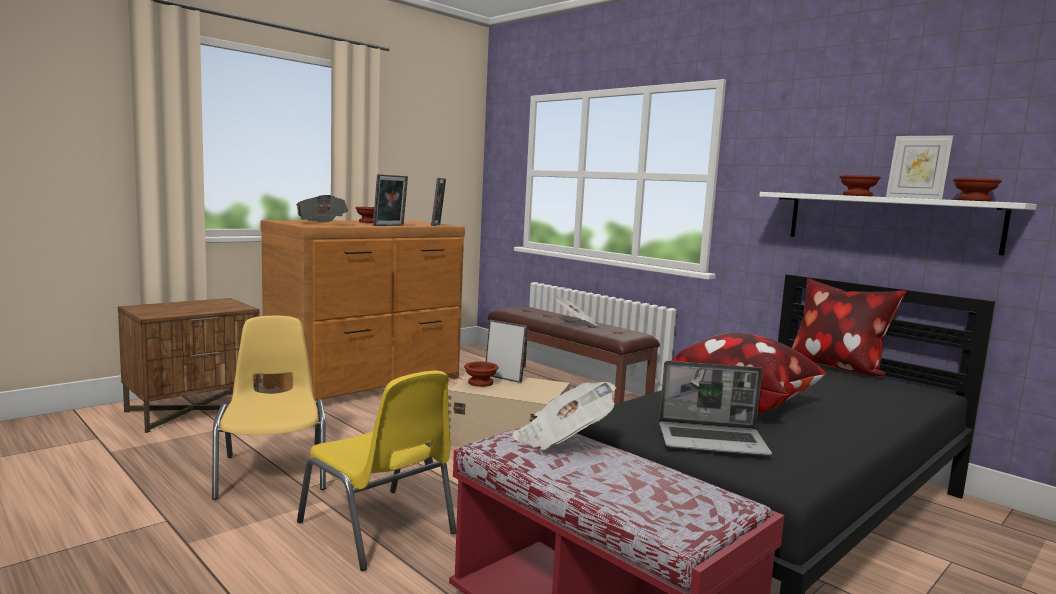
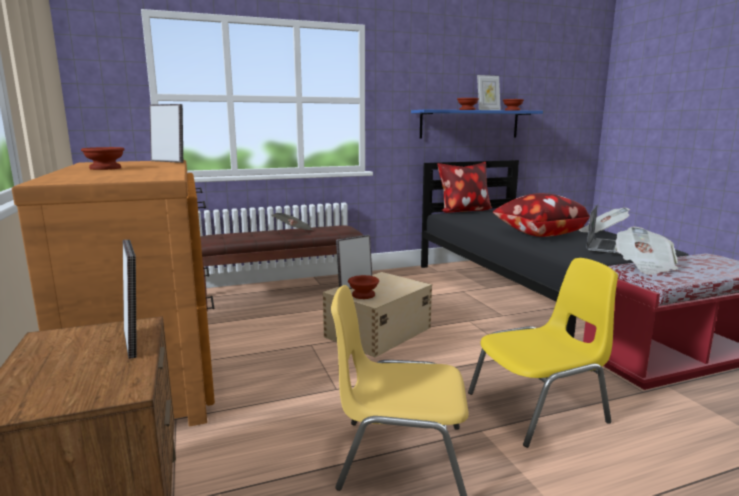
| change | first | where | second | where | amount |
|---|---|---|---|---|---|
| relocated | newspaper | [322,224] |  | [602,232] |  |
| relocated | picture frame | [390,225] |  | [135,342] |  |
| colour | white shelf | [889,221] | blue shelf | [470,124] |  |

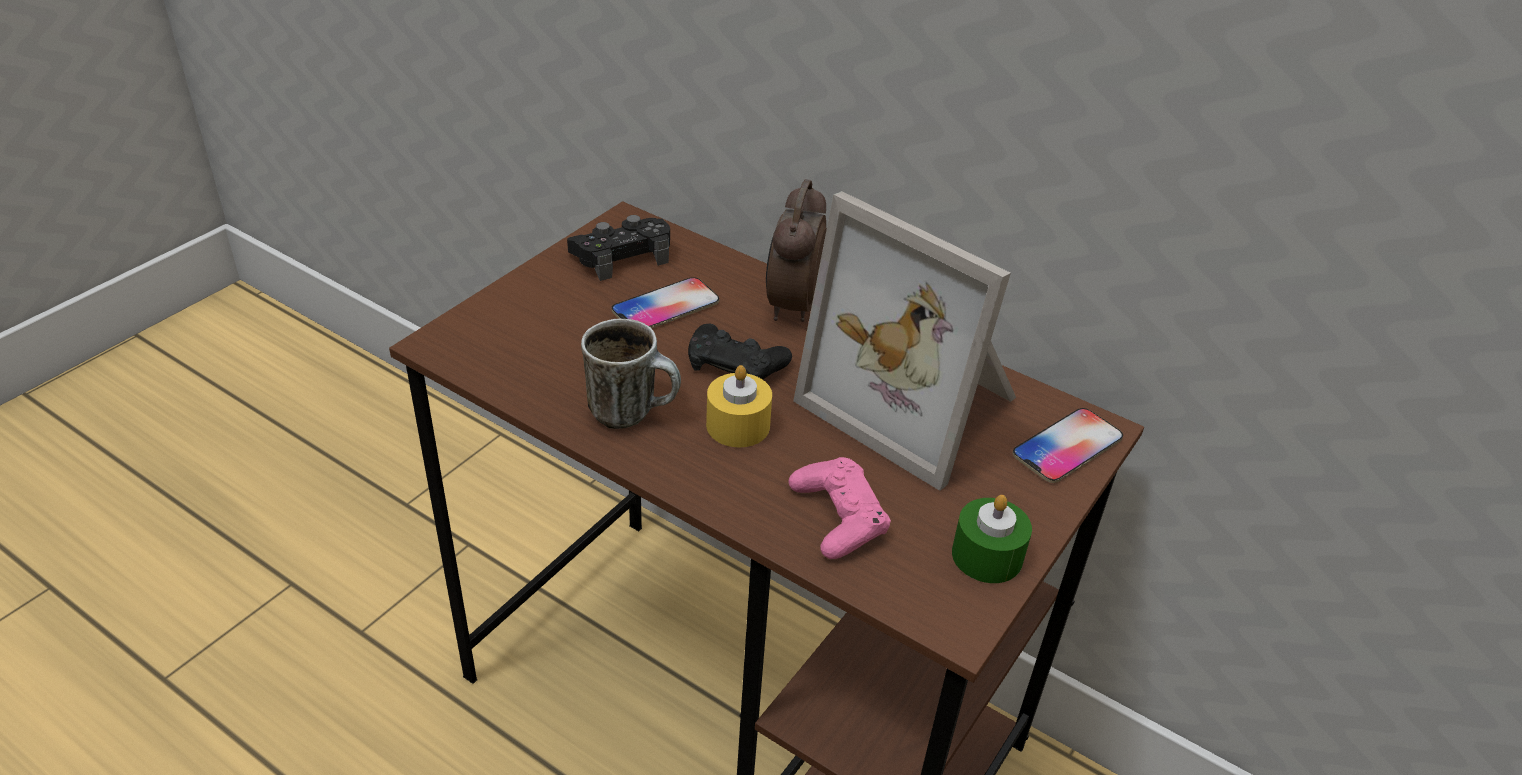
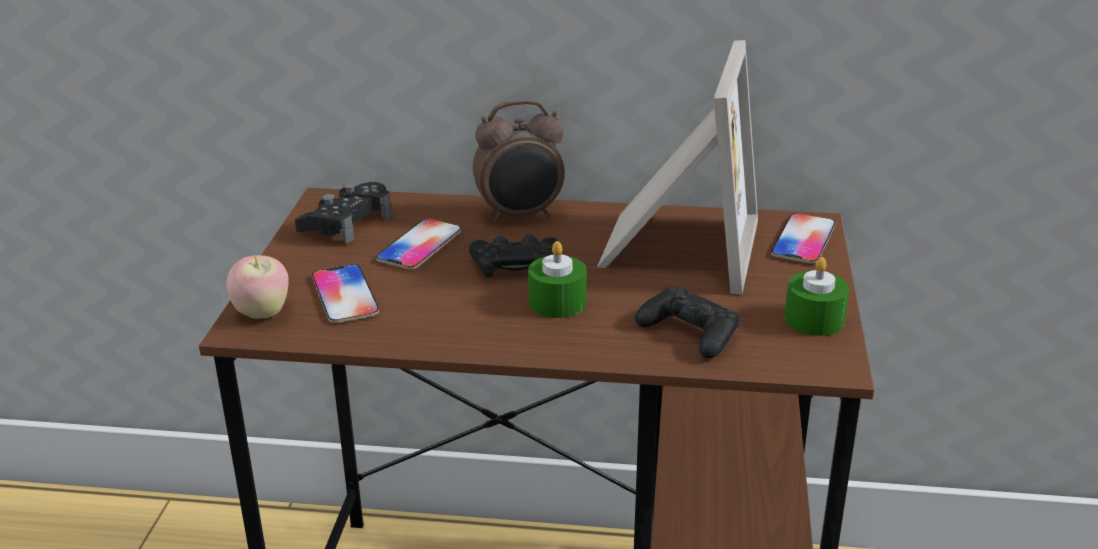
| change | first | where | second | where | amount |
|---|---|---|---|---|---|
| missing | mug | [633,412] |  |  |  |
| appeared |  |  | apple | [262,313] |  |
| appeared |  |  | phone | [345,295] |  |
| colour | yellow candle | [738,425] | green candle | [557,302] |  |
| colour | pink game controller | [838,516] | black game controller | [689,332] |  |
| spun | alarm clock | [791,306] |  | [520,216] | 90 degrees counterclockwise |
| spun | picture frame | [916,403] |  | [675,247] | 90 degrees counterclockwise |

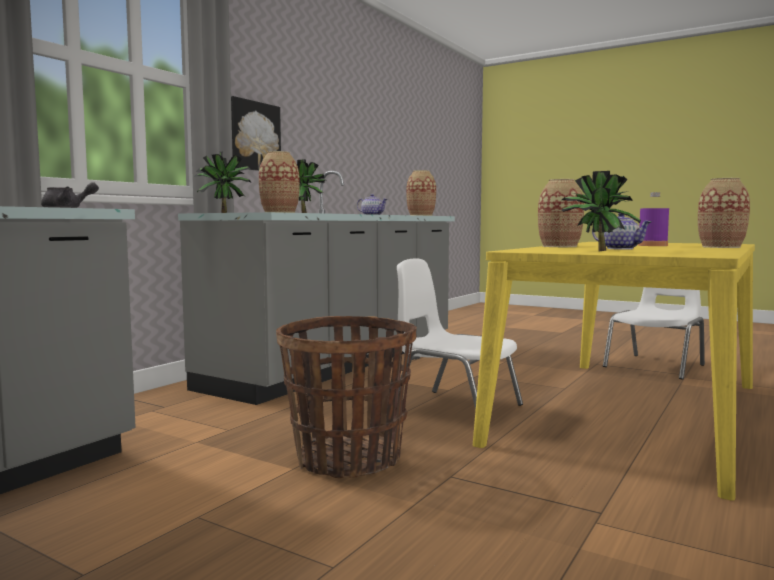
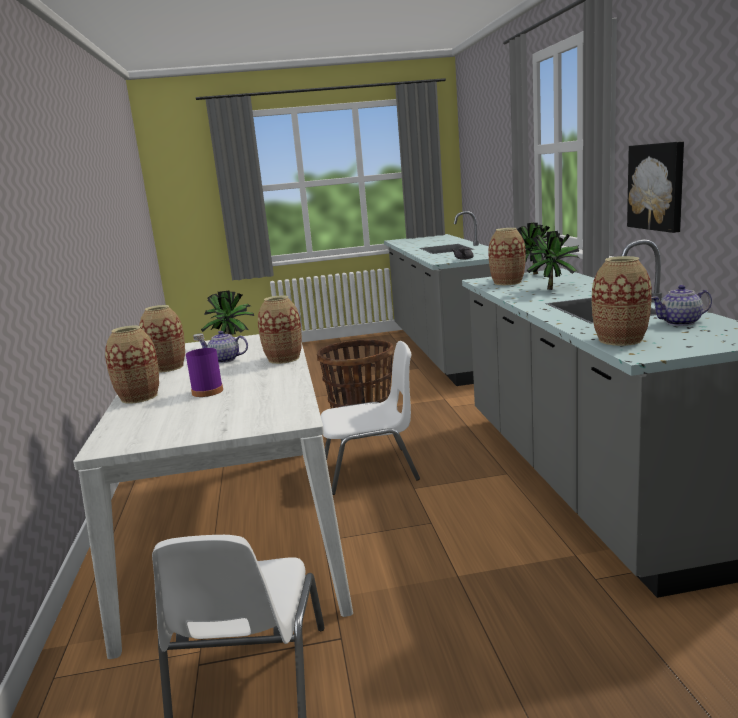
| change | first | where | second | where | amount |
|---|---|---|---|---|---|
| appeared |  |  | vase | [167,367] |  |
| colour | yellow dining table | [633,412] | white dining table | [239,527] |  |

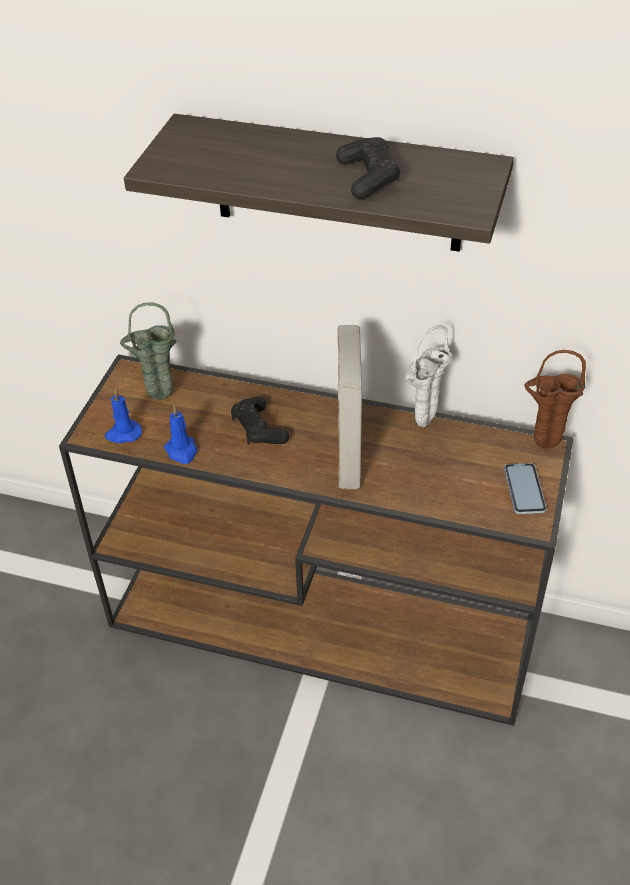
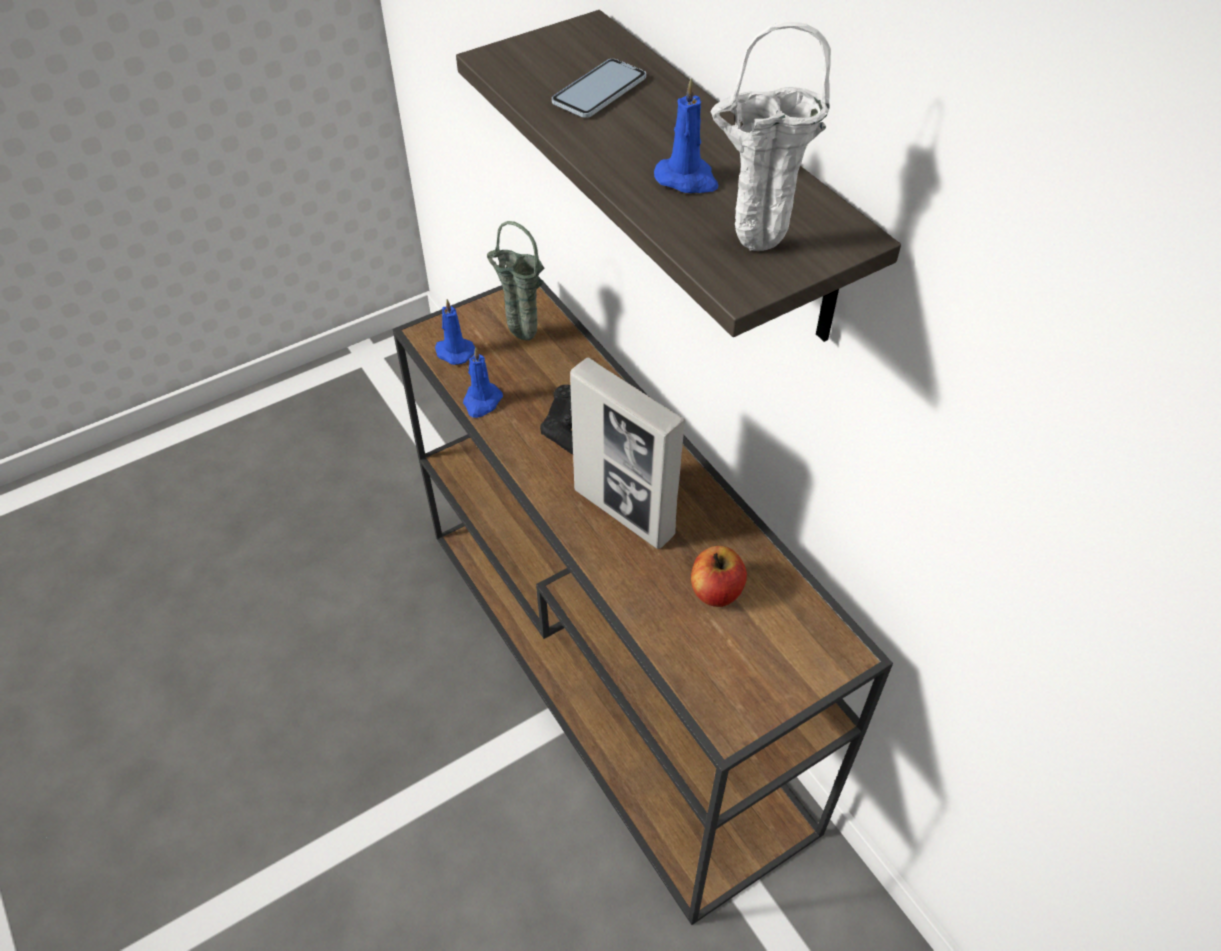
| change | first | where | second | where | amount |
|---|---|---|---|---|---|
| missing | brown vase | [543,447] |  |  |  |
| appeared |  |  | apple | [716,591] |  |
| relocated | white vase | [423,425] |  | [752,248] |  |
| relocated | phone | [524,489] |  | [599,91] |  |
| exchanged | black game controller | [368,178] | blue candle | [687,179] |  |
| spun | picture frame | [348,456] |  | [624,512] | 90 degrees clockwise |

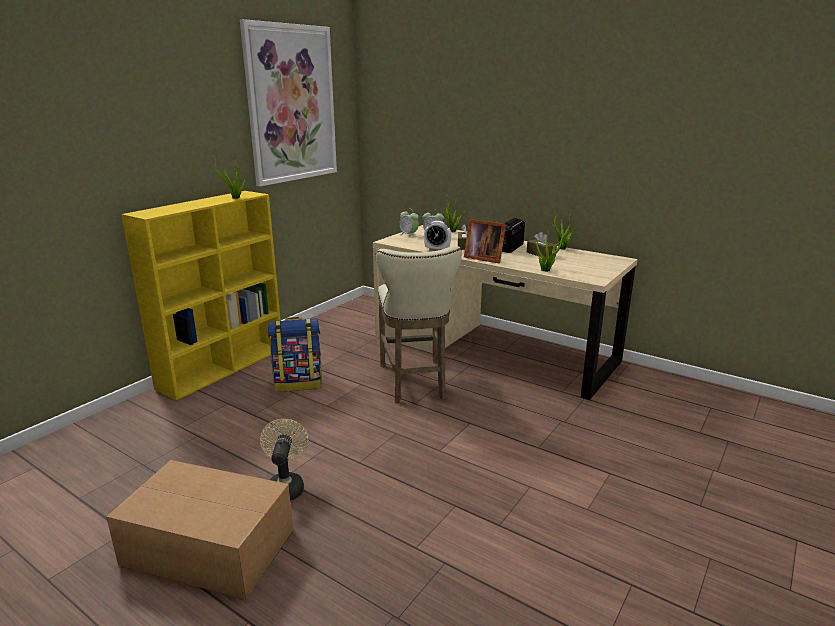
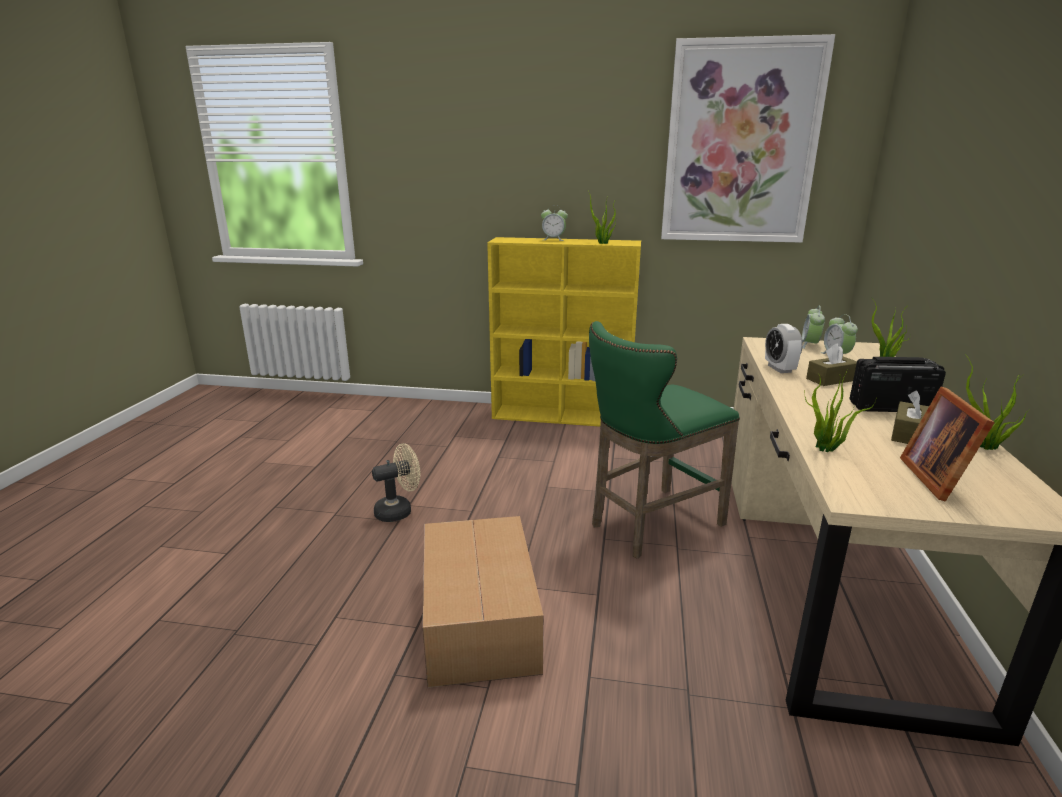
| change | first | where | second | where | amount |
|---|---|---|---|---|---|
| missing | backpack | [299,383] |  |  |  |
| appeared |  |  | alarm clock | [553,239] |  |
| relocated | cardboard box | [207,546] |  | [480,617] |  |
| relocated | picture frame | [483,258] |  | [938,478] |  |
| colour | beige stool | [414,383] | green stool | [649,525] |  |

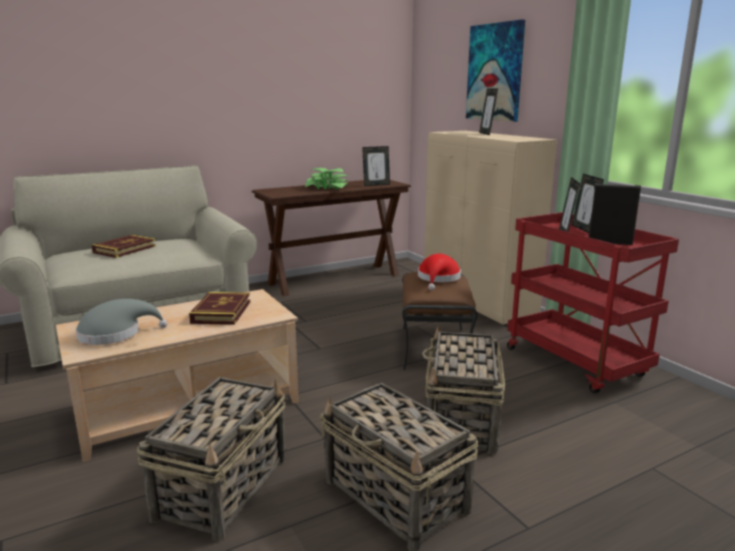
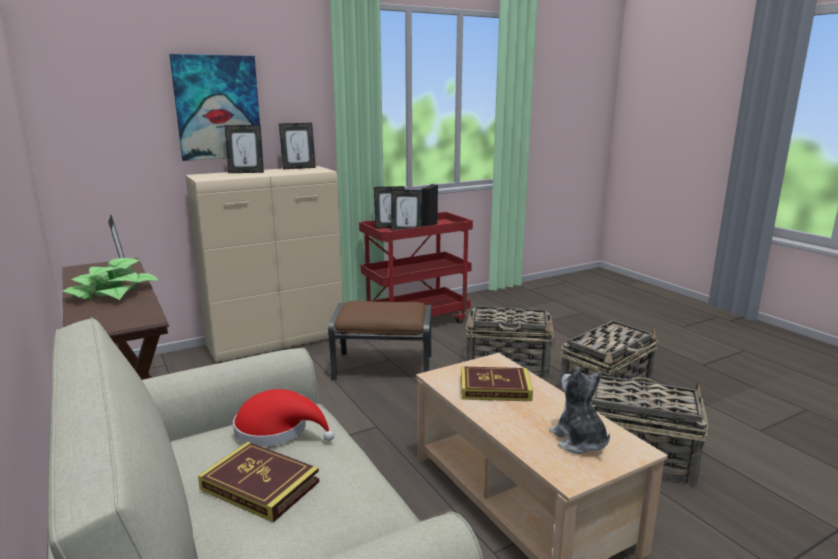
| change | first | where | second | where | amount |
|---|---|---|---|---|---|
| appeared |  |  | picture frame | [298,168] |  |
| relocated | red hat | [438,279] |  | [277,430] |  |
| exchanged | grey hat | [115,334] | plush toy | [579,441] |  |

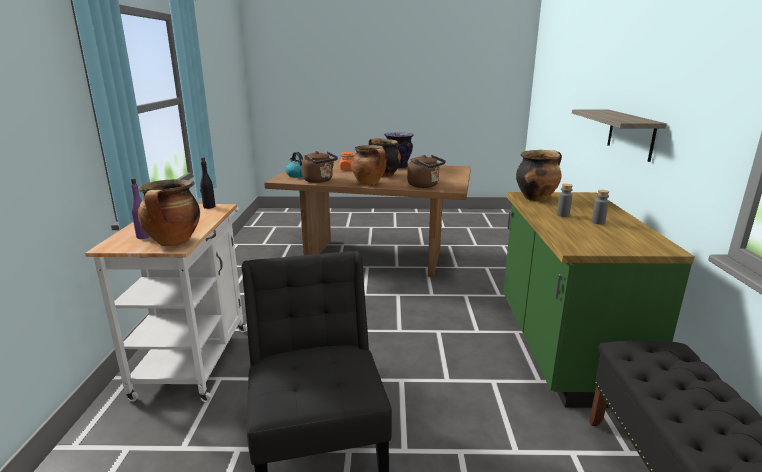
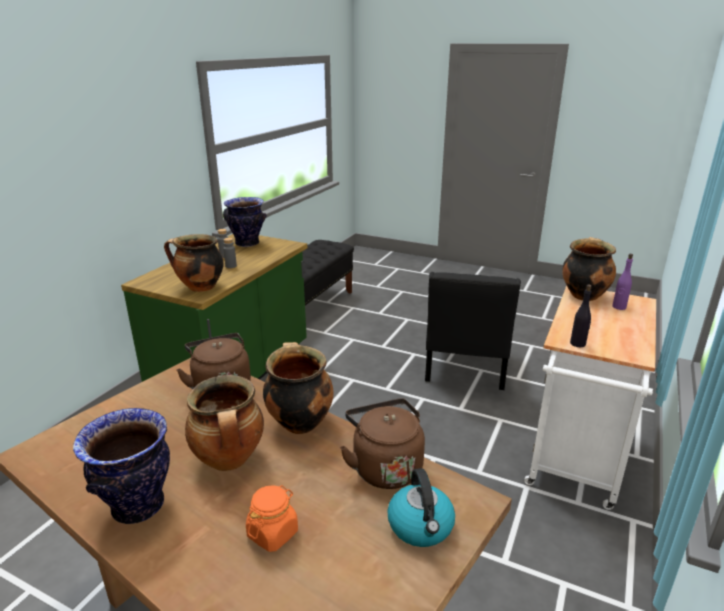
| change | first | where | second | where | amount |
|---|---|---|---|---|---|
| missing | shelf | [630,134] |  |  |  |
| appeared |  |  | vase | [247,244] |  |

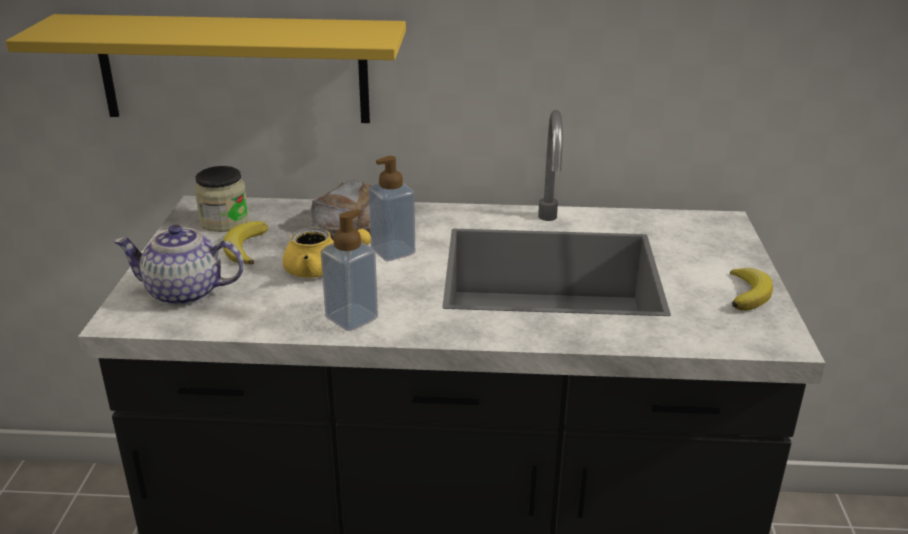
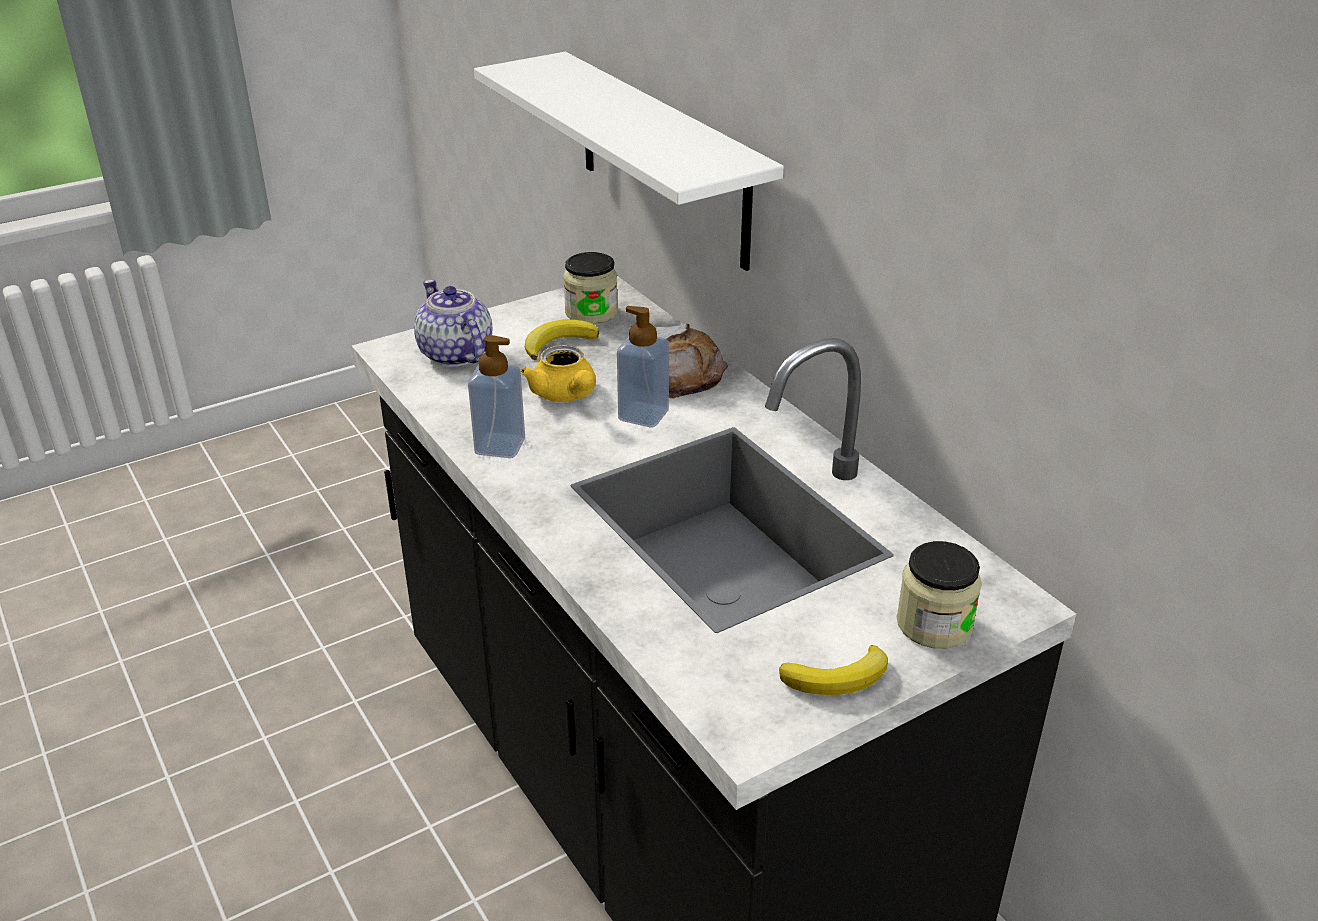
| change | first | where | second | where | amount |
|---|---|---|---|---|---|
| appeared |  |  | jar | [934,624] |  |
| colour | yellow shelf | [234,69] | white shelf | [662,159] |  |

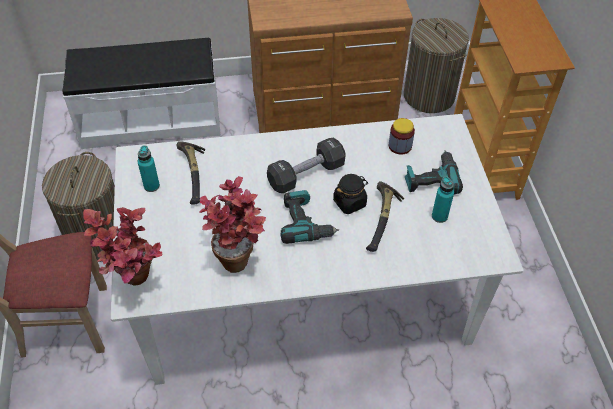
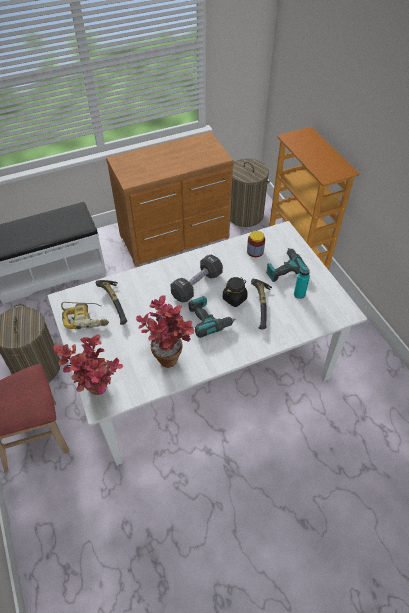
| change | first | where | second | where | amount |
|---|---|---|---|---|---|
| exchanged | turquoise bottle | [151,186] | power drill | [85,318] |  |

